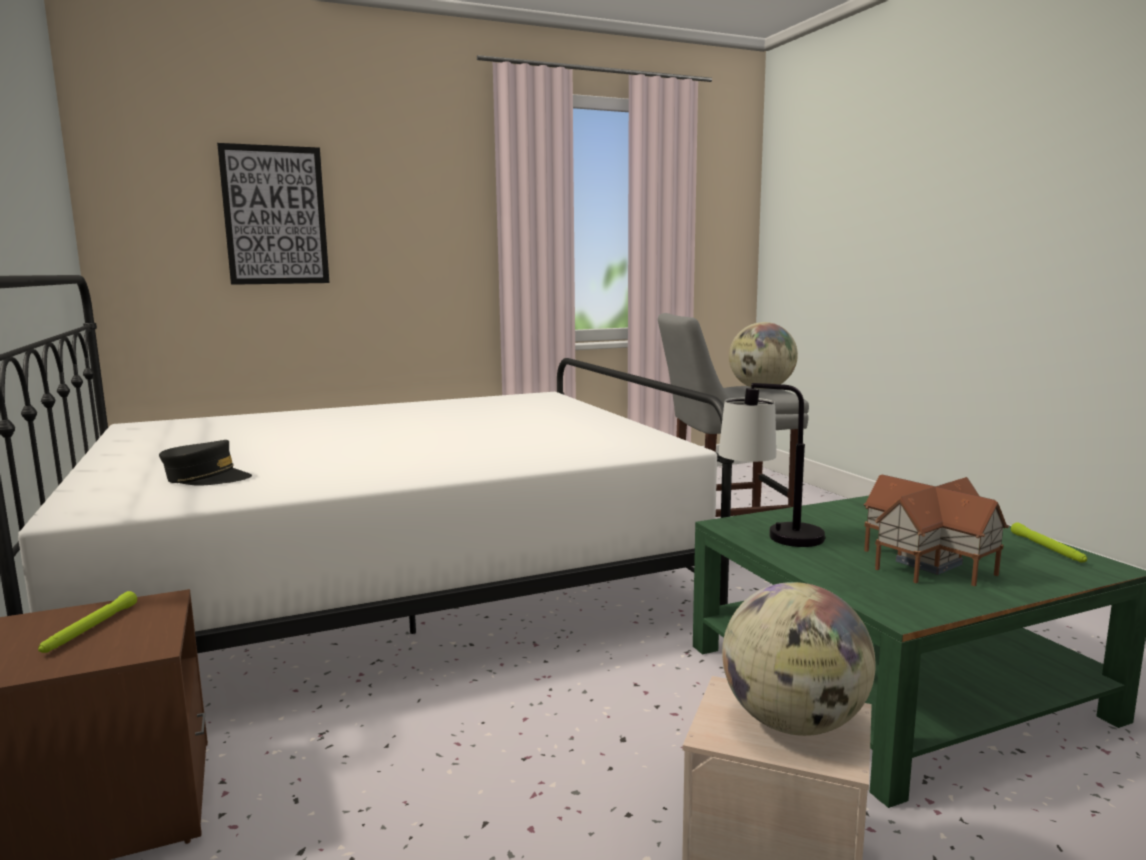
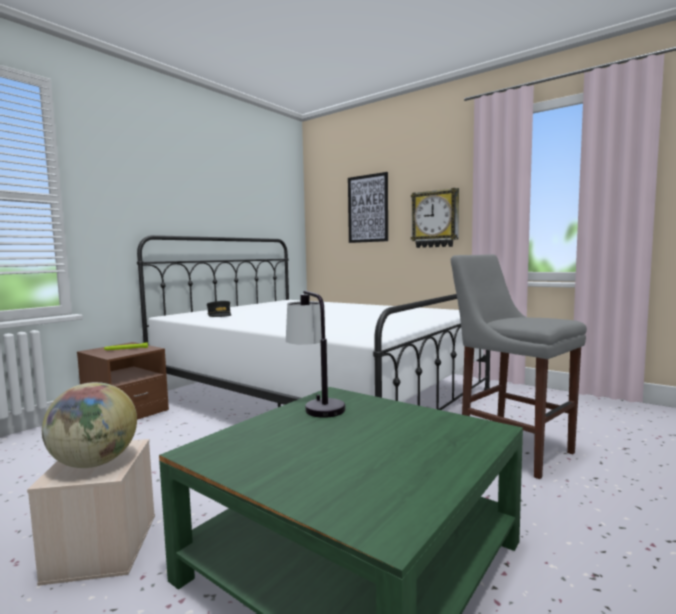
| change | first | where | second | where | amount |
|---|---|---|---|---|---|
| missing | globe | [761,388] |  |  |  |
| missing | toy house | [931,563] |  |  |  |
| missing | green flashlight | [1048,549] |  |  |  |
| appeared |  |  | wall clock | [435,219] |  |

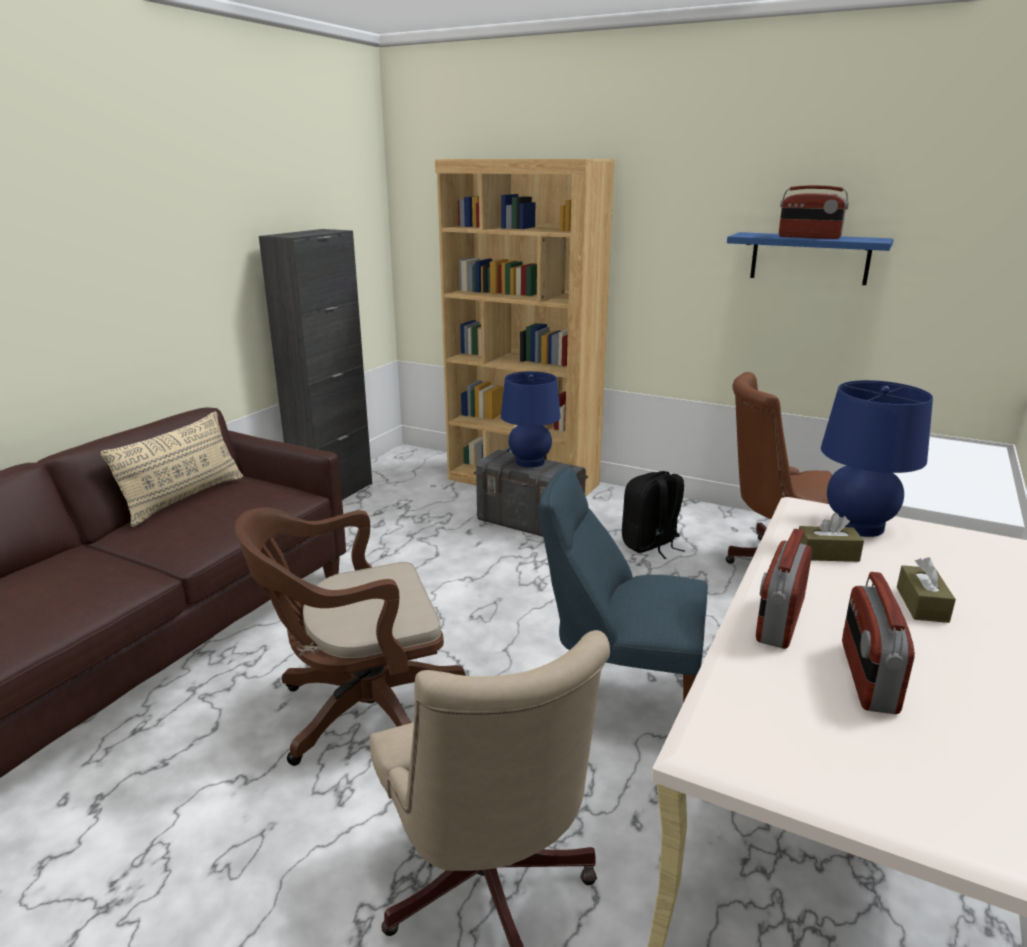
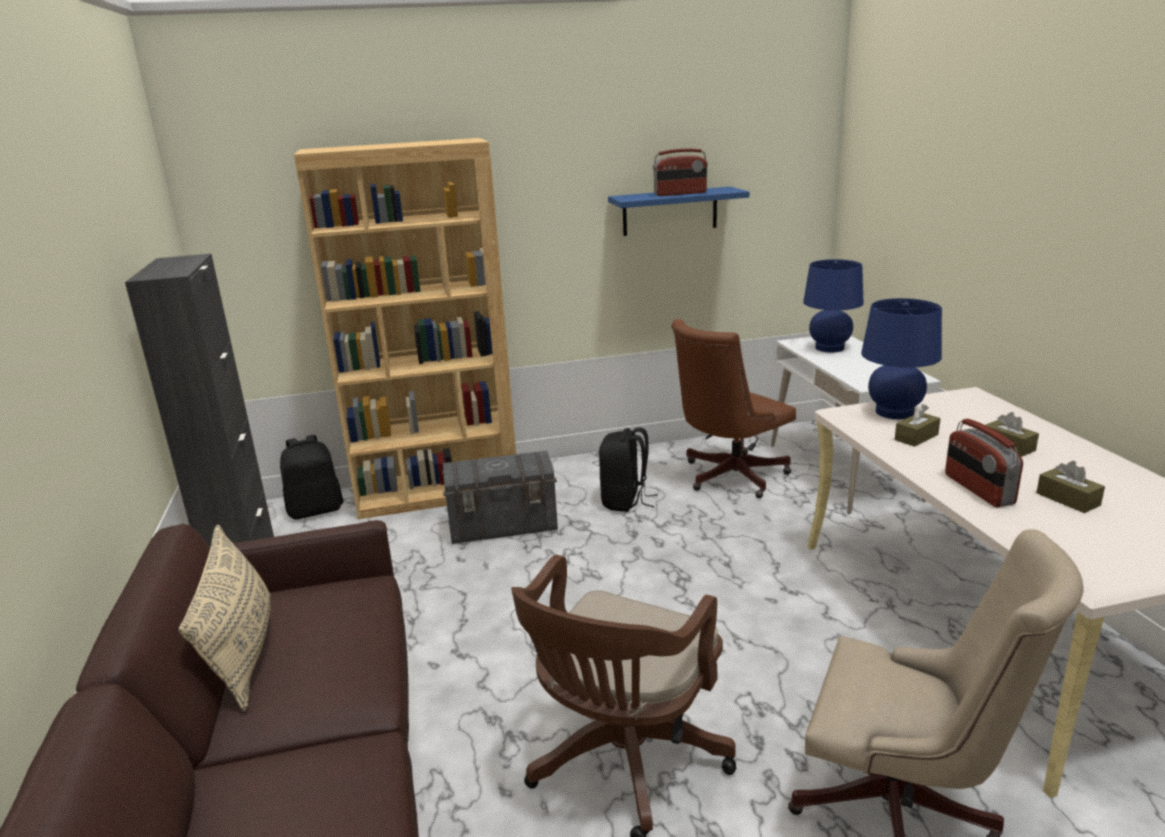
| change | first | where | second | where | amount |
|---|---|---|---|---|---|
| missing | blue chair | [619,700] |  |  |  |
| appeared |  |  | black backpack | [316,510] |  |
| relocated | blue table lamp | [530,462] |  | [829,348] |  |
| exchanged | radio | [867,677] | brown tissue box | [1067,499] |  |

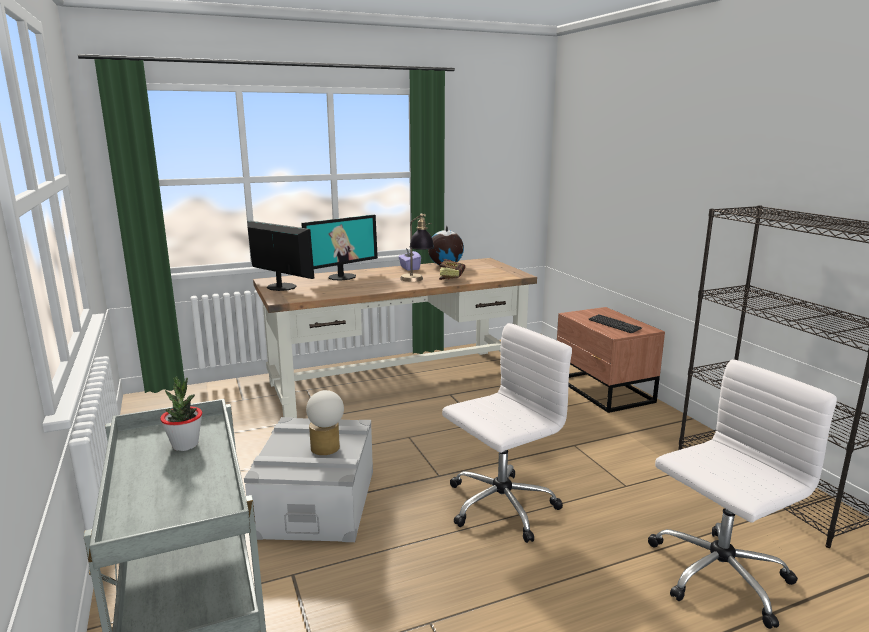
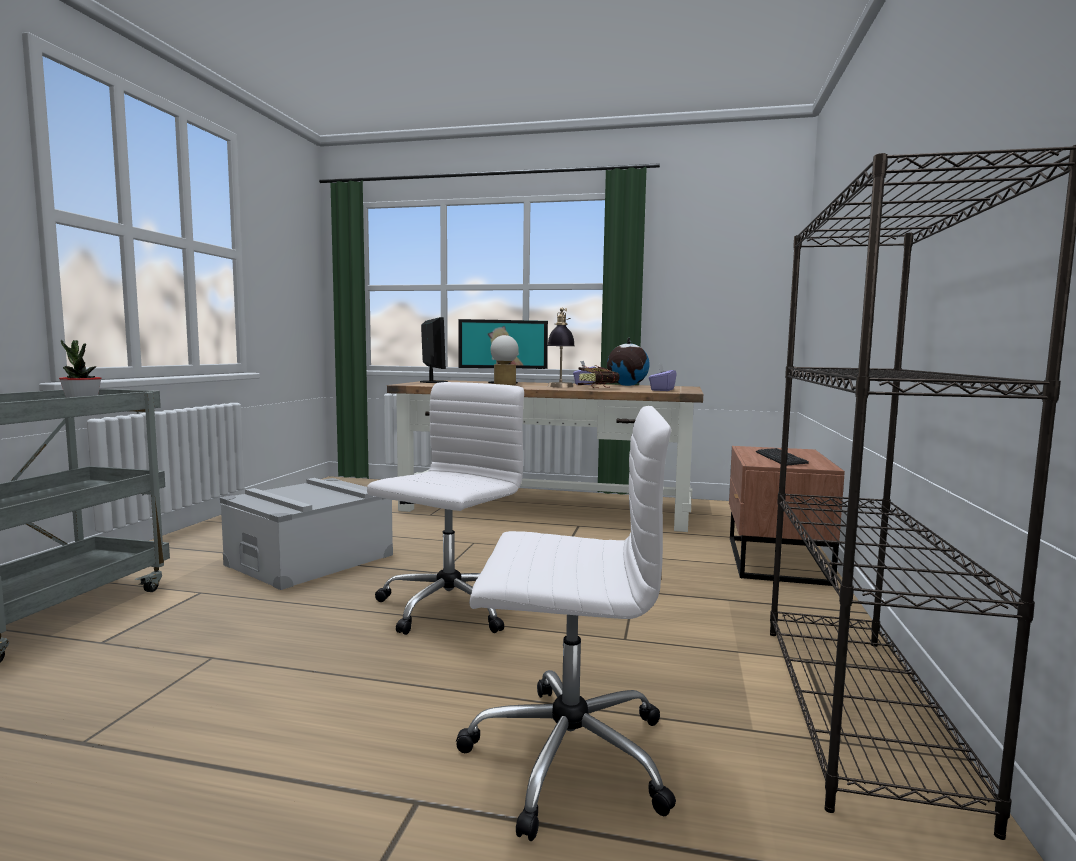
| change | first | where | second | where | amount |
|---|---|---|---|---|---|
| appeared |  |  | purple tissue box | [662,390] |  |
| relocated | table lamp | [326,450] |  | [504,385] |  |
| spun | white office chair | [499,506] |  | [447,608] | 60 degrees counterclockwise |

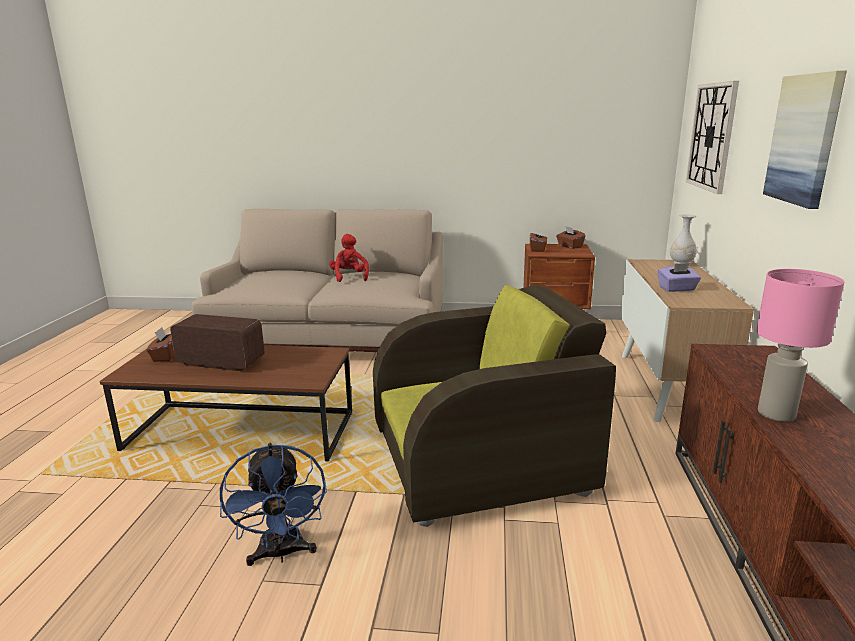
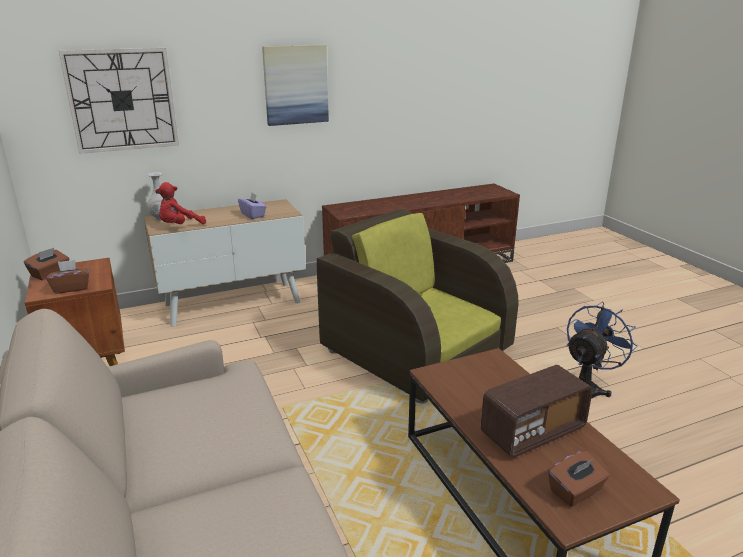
| change | first | where | second | where | amount |
|---|---|---|---|---|---|
| missing | pink table lamp | [775,413] |  |  |  |
| relocated | red plush toy | [349,277] |  | [180,226] |  |
| spun | radio | [221,362] |  | [532,432] | 105 degrees counterclockwise |

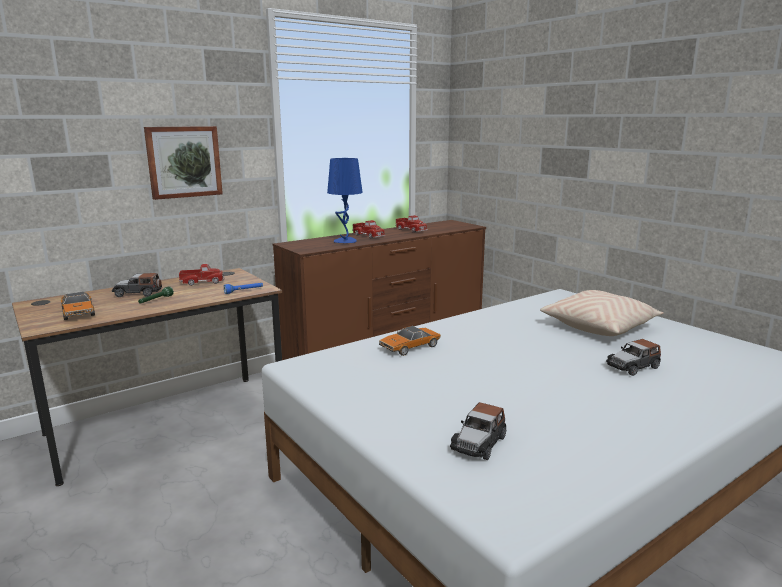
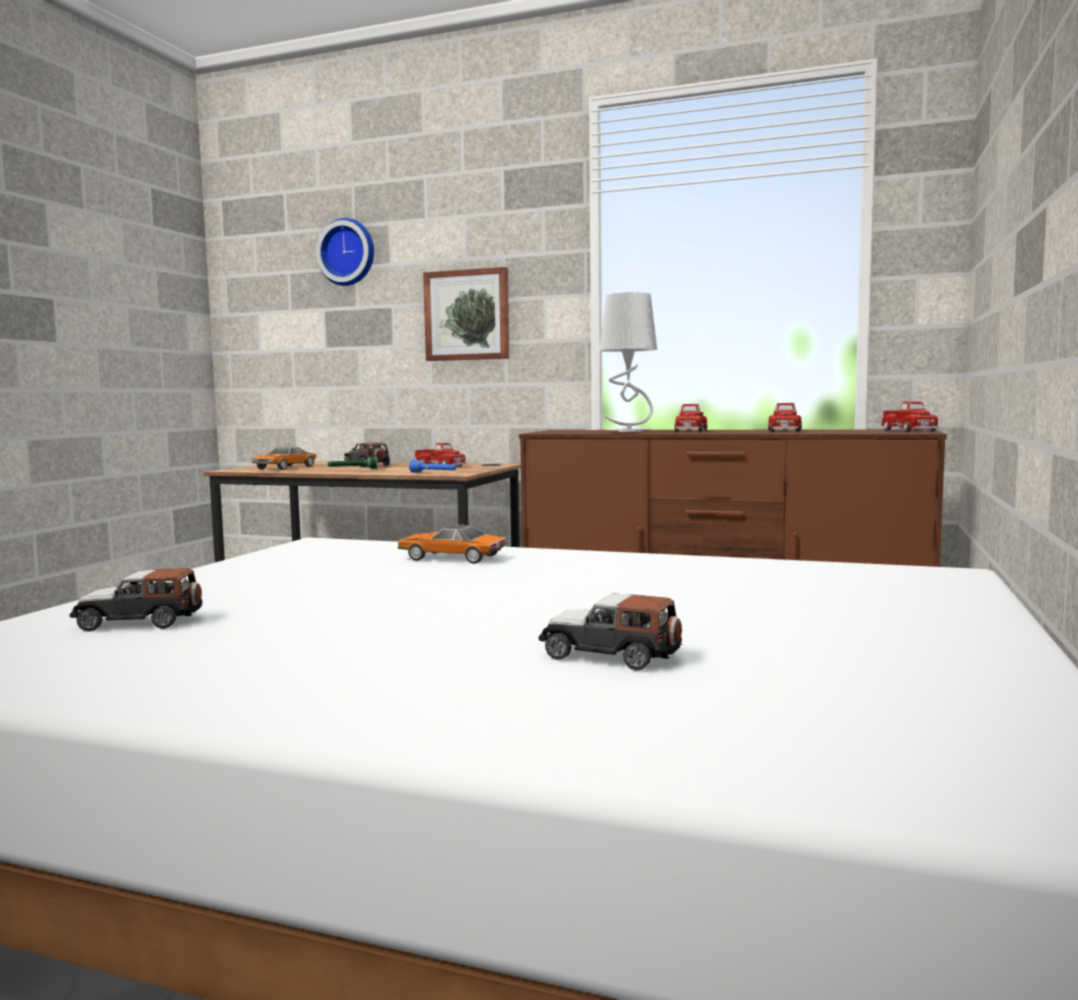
| change | first | where | second | where | amount |
|---|---|---|---|---|---|
| missing | beige pillow | [599,327] |  |  |  |
| appeared |  |  | wall clock | [348,253] |  |
| appeared |  |  | toy truck | [909,430] |  |
| colour | blue table lamp | [345,241] | grey table lamp | [629,431] |  |

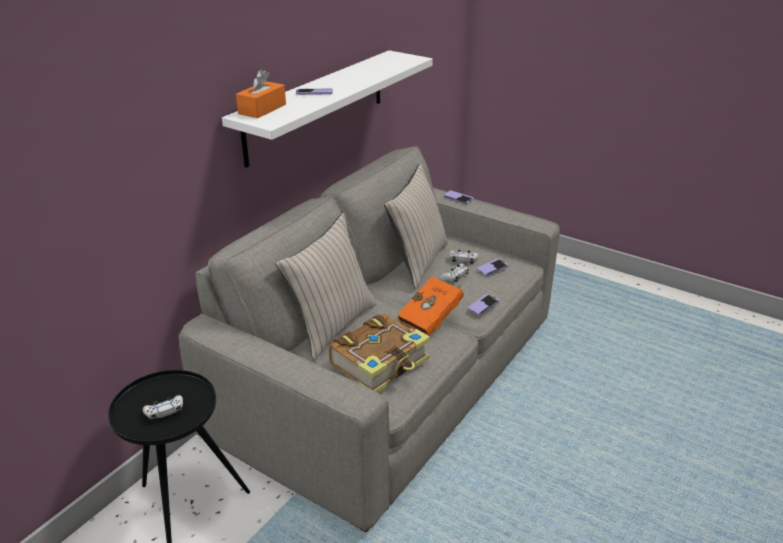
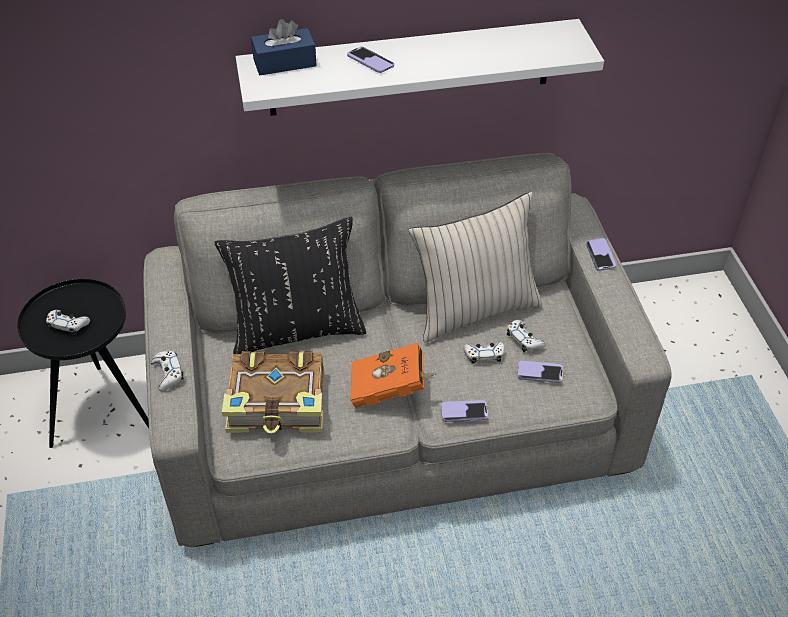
| change | first | where | second | where | amount |
|---|---|---|---|---|---|
| appeared |  |  | white game controller | [168,373] |  |
| colour | orange tissue box | [262,109] | blue tissue box | [284,62] |  |
| colour | beige pillow | [331,325] | black pillow | [297,329] |  |

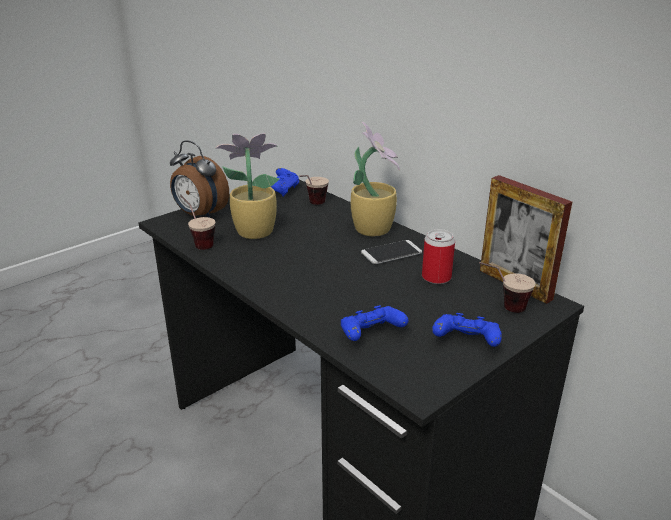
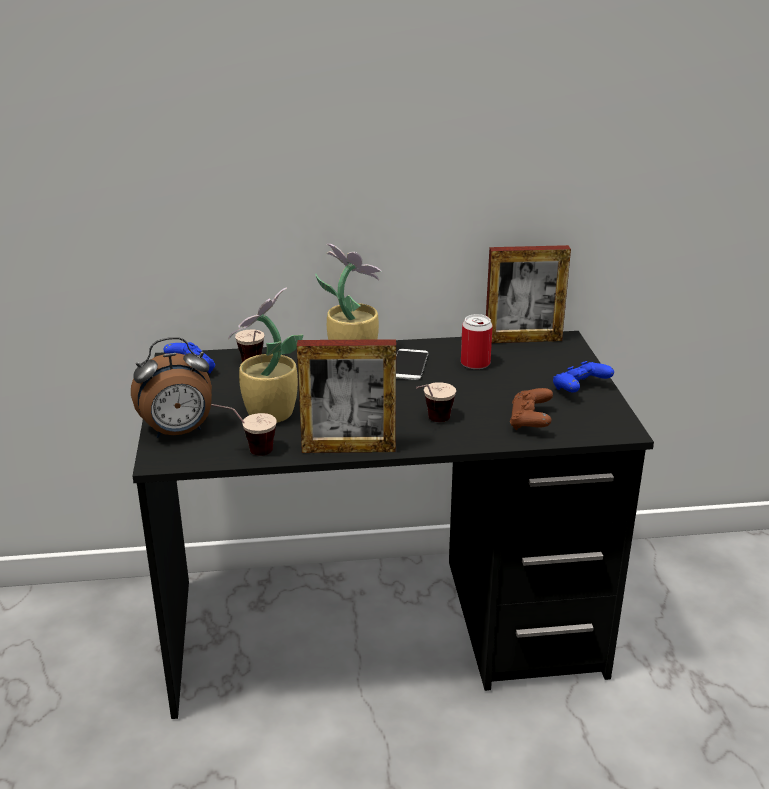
| change | first | where | second | where | amount |
|---|---|---|---|---|---|
| appeared |  |  | picture frame | [348,449] |  |
| relocated | cup | [501,307] |  | [432,423] |  |
| colour | blue game controller | [371,335] | brown game controller | [530,422] |  |

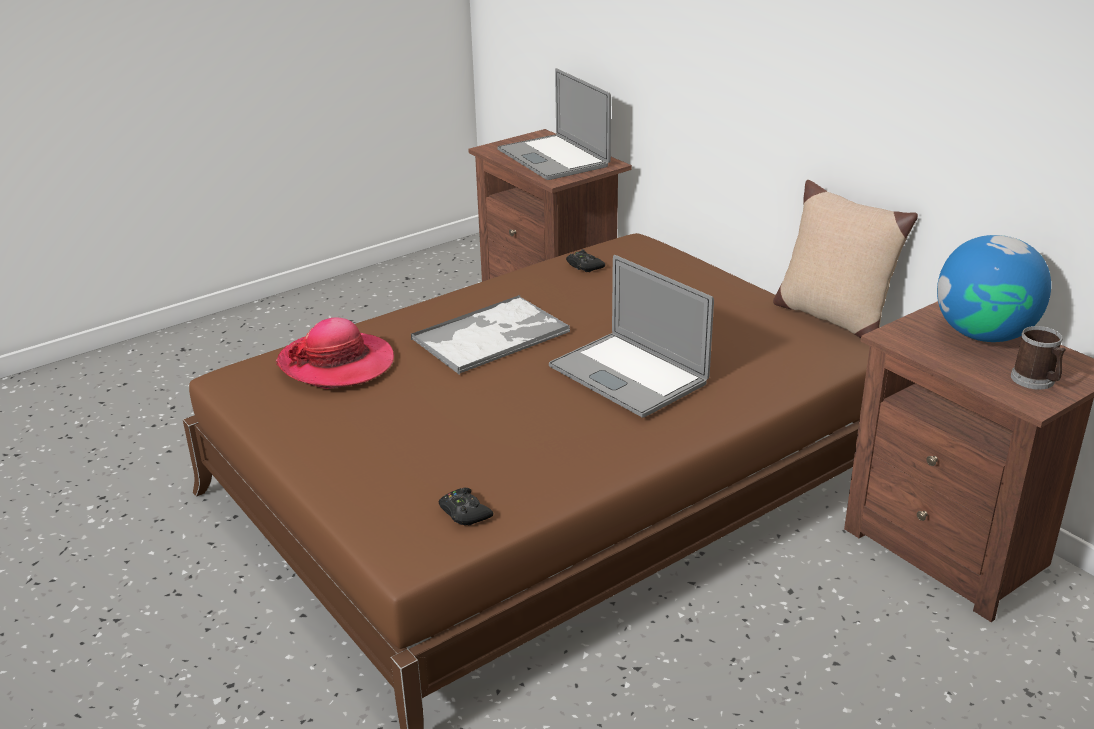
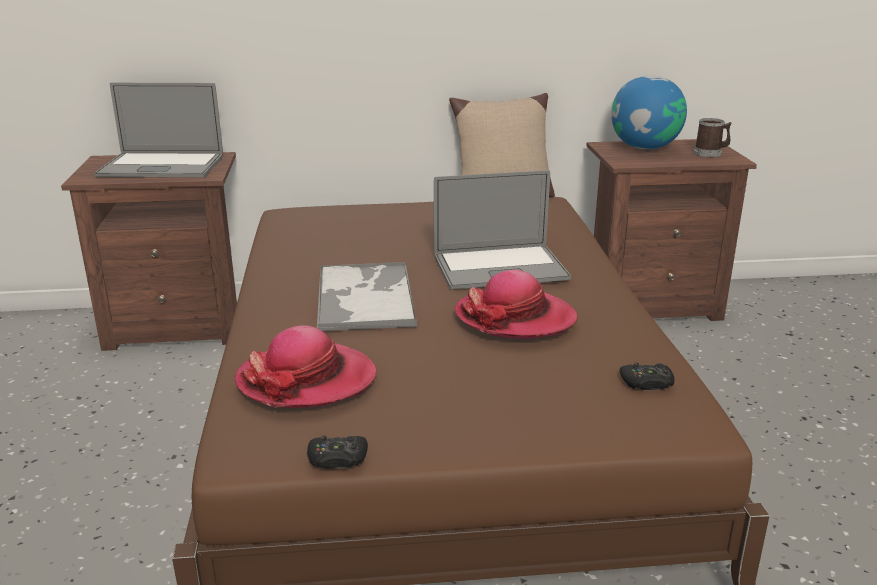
| change | first | where | second | where | amount |
|---|---|---|---|---|---|
| appeared |  |  | hat | [515,318] |  |
| relocated | black game controller | [584,266] |  | [337,459] |  |

